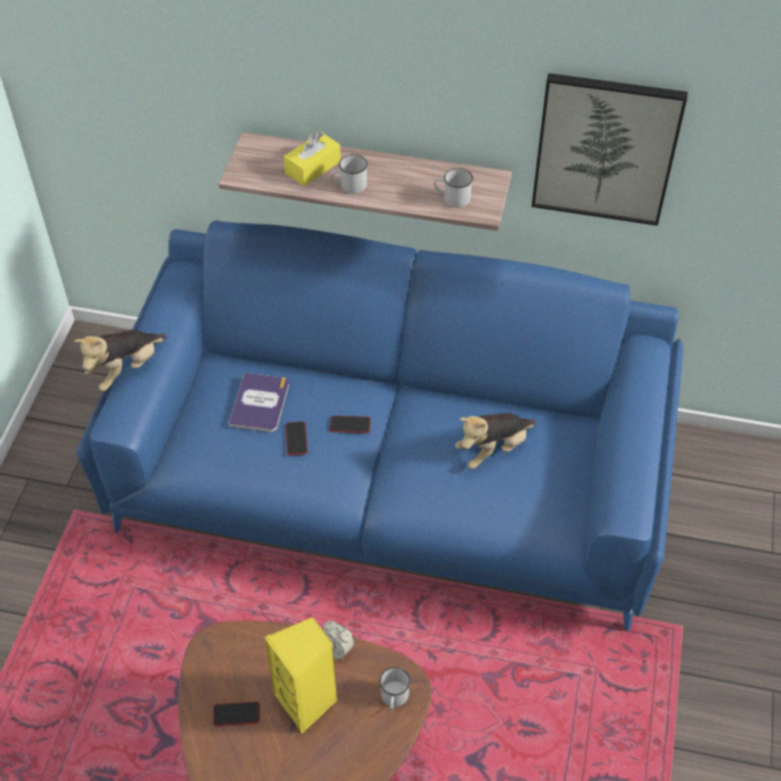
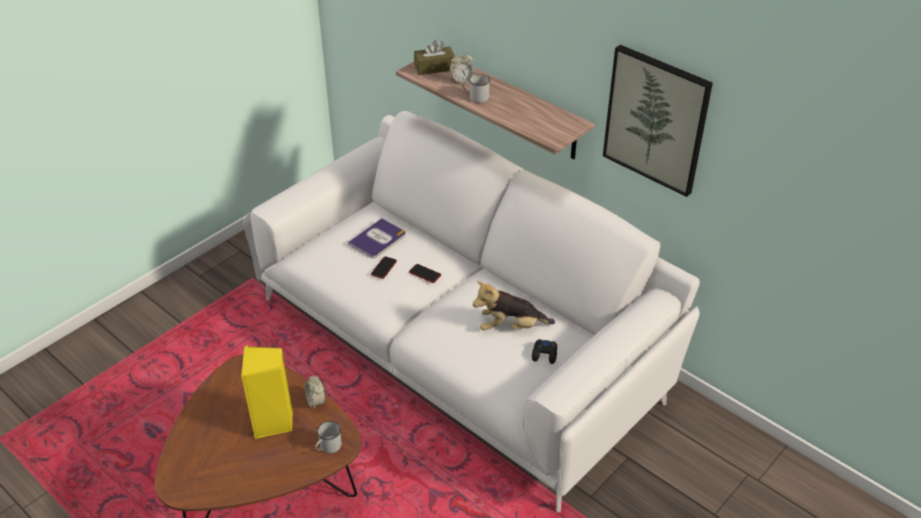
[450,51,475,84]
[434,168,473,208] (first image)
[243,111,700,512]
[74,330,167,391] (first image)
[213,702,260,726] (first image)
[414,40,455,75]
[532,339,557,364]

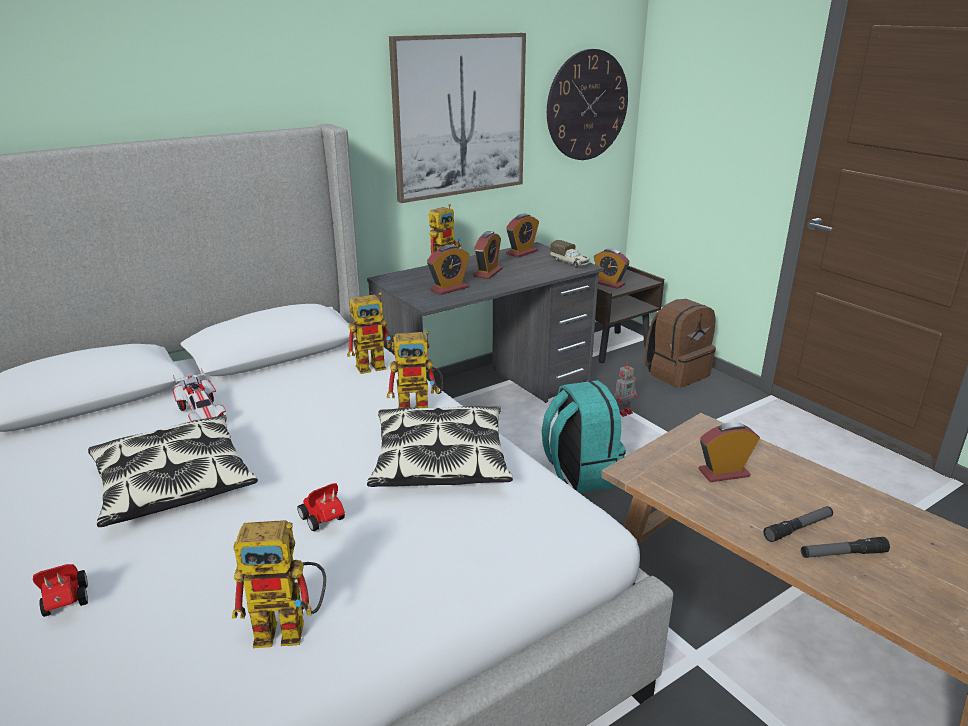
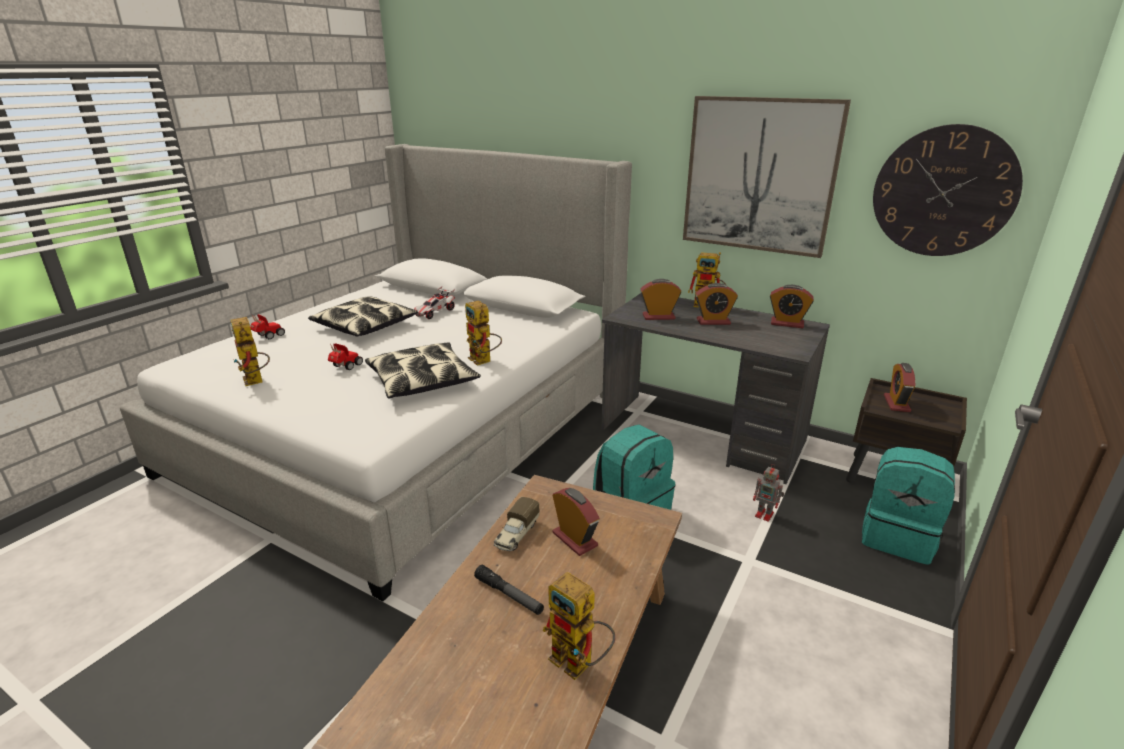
[494,497,539,551]
[640,279,681,320]
[542,572,615,680]
[862,447,955,565]
[801,537,890,558] (first image)

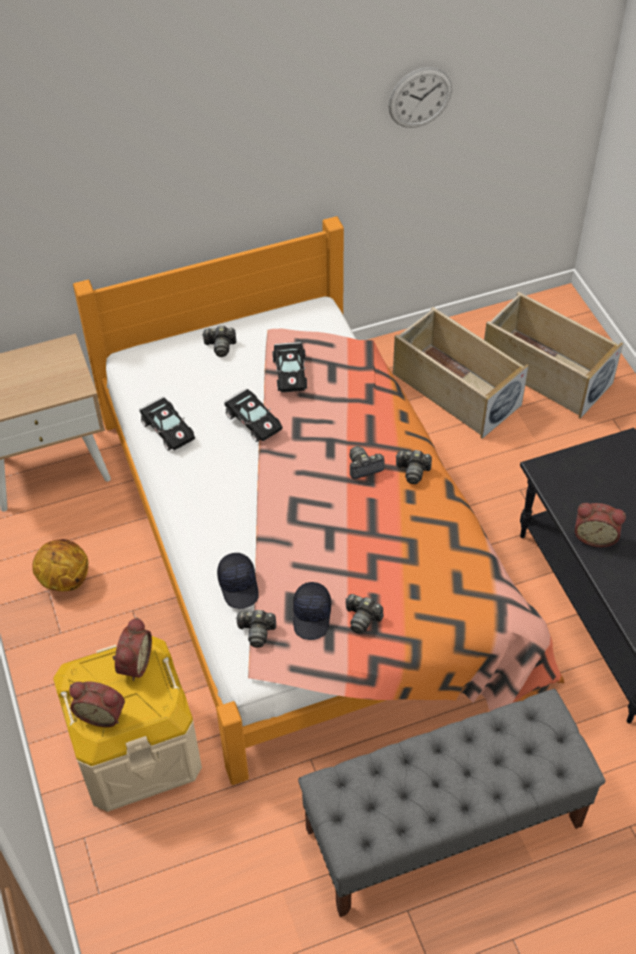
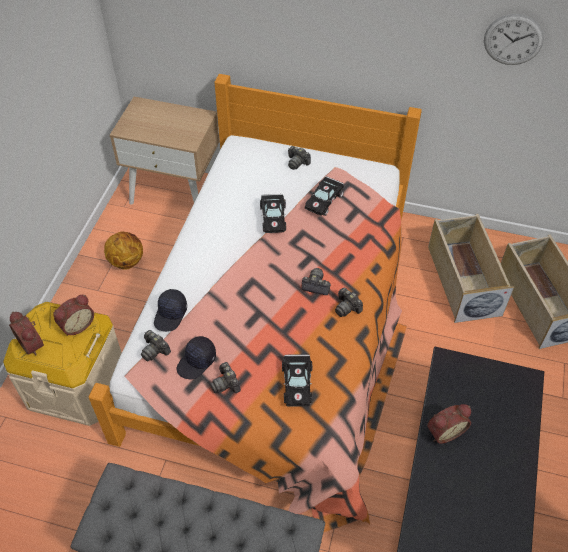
[282,354,312,406]
[427,404,471,444]

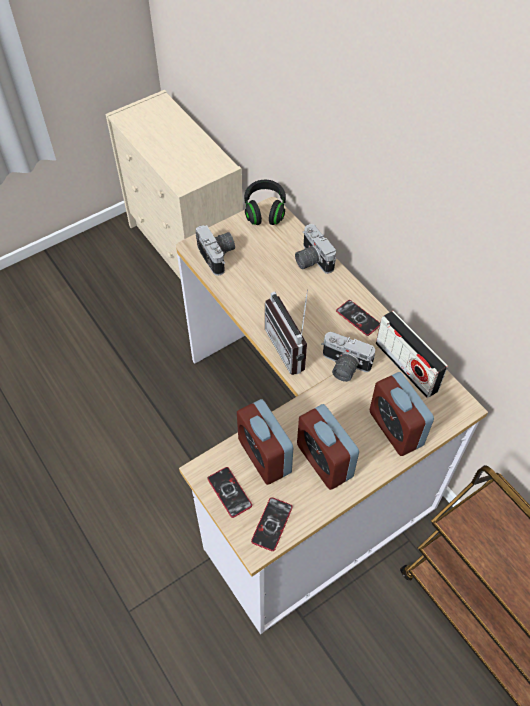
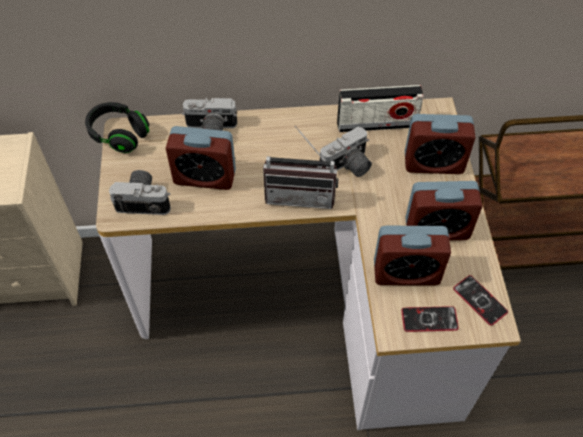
[336,300,380,336] (first image)
[166,126,236,190]

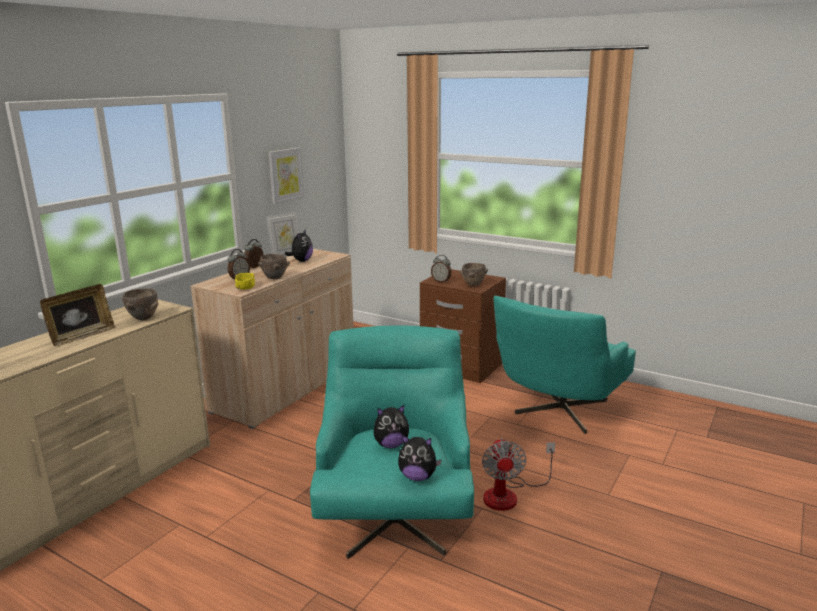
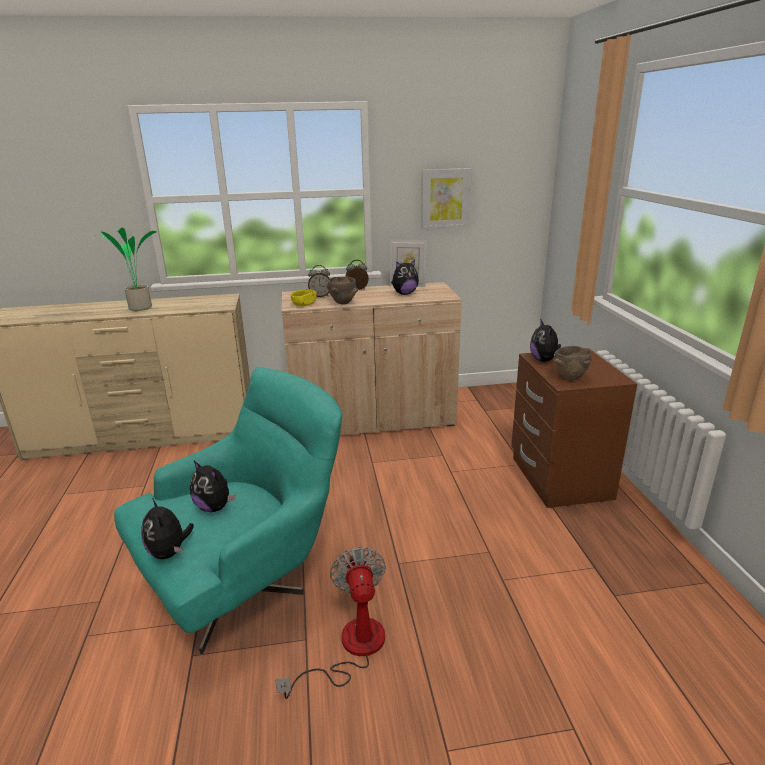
[530,320,561,362]
[95,228,157,311]
[122,288,158,320] (first image)
[493,296,636,434] (first image)
[275,547,386,699]

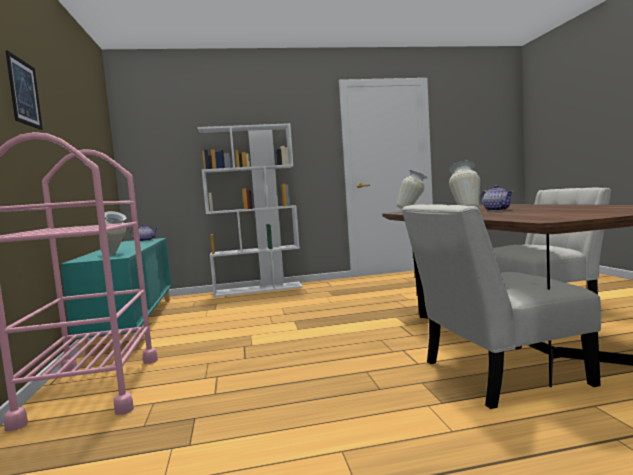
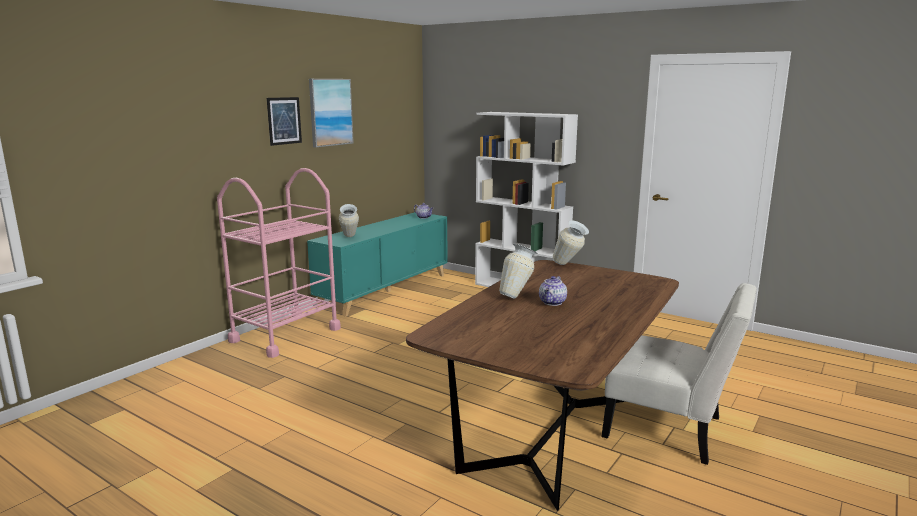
[402,204,601,409] (first image)
[309,79,354,147]

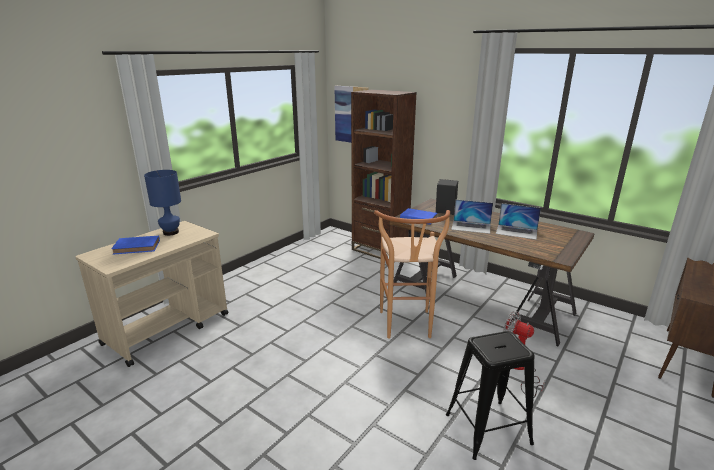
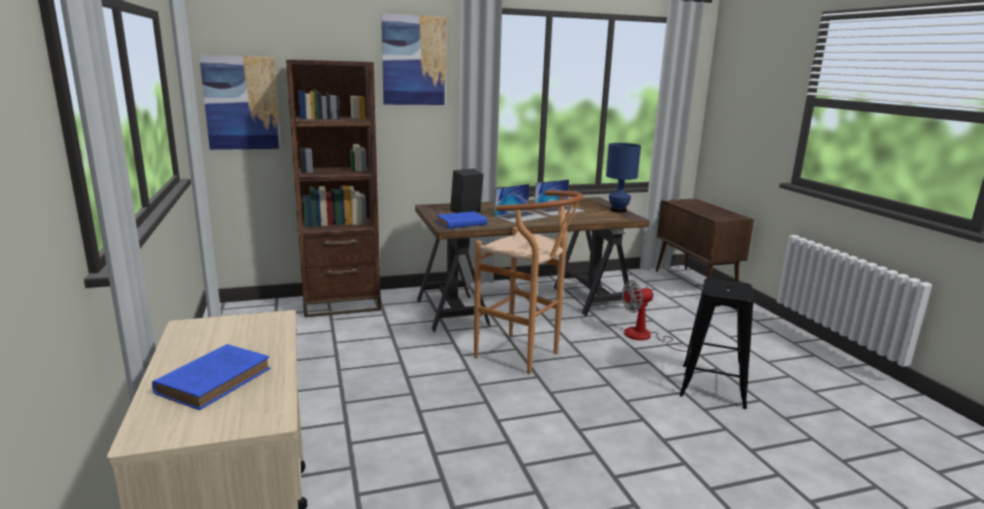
[606,143,641,213]
[381,14,446,105]

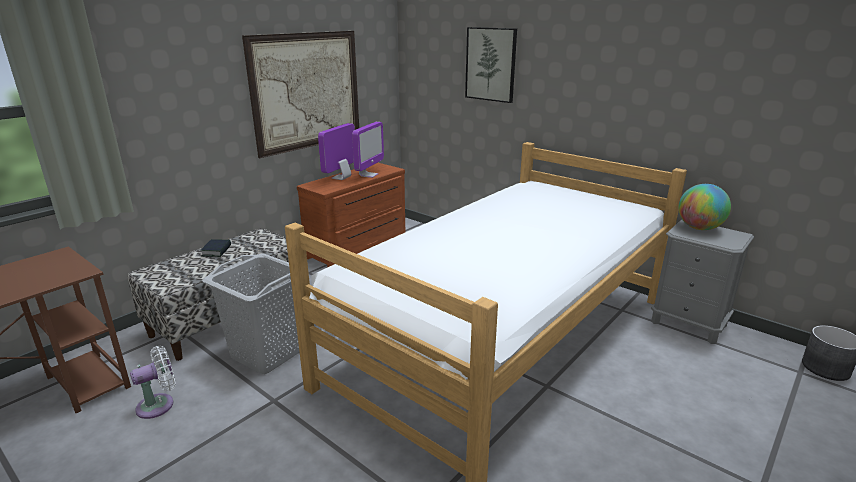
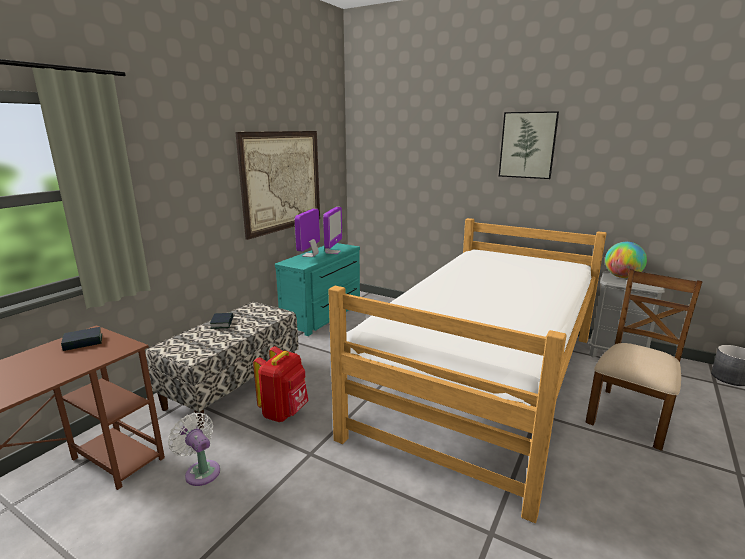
[499,111,559,179]
[275,243,360,336]
[253,346,308,422]
[168,413,220,486]
[585,269,703,451]
[61,327,102,351]

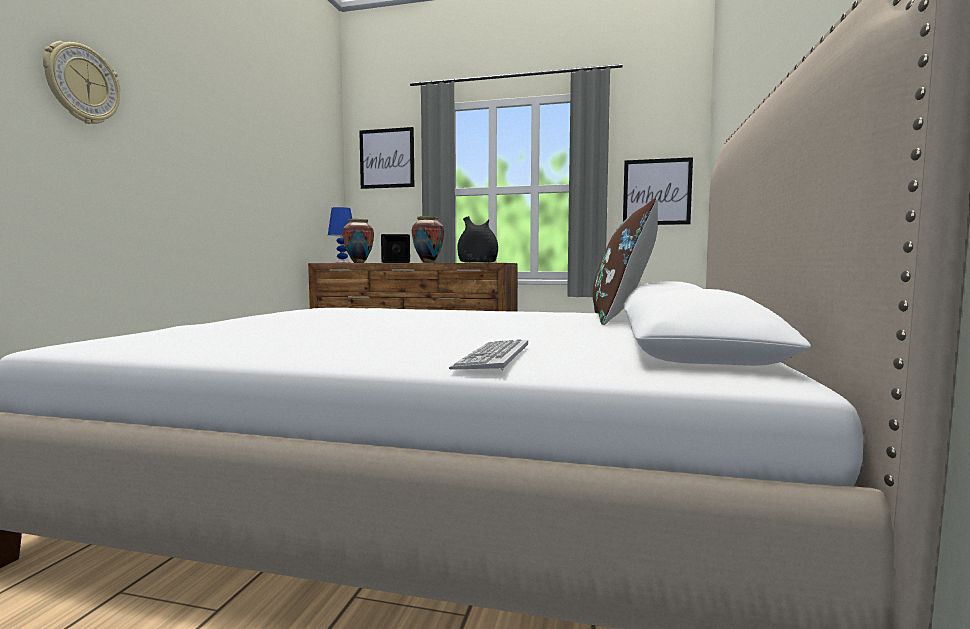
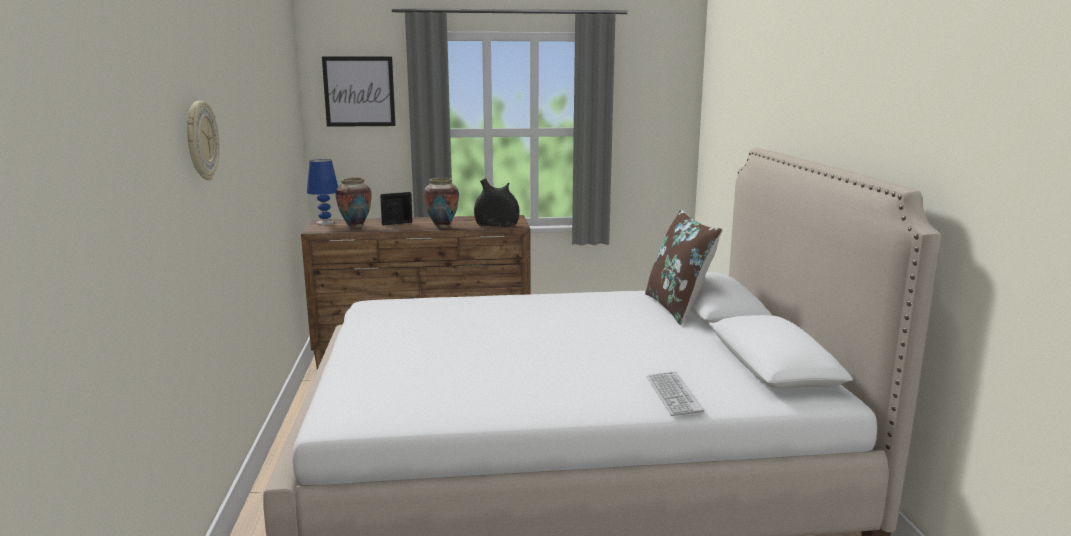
[623,157,693,225] (first image)

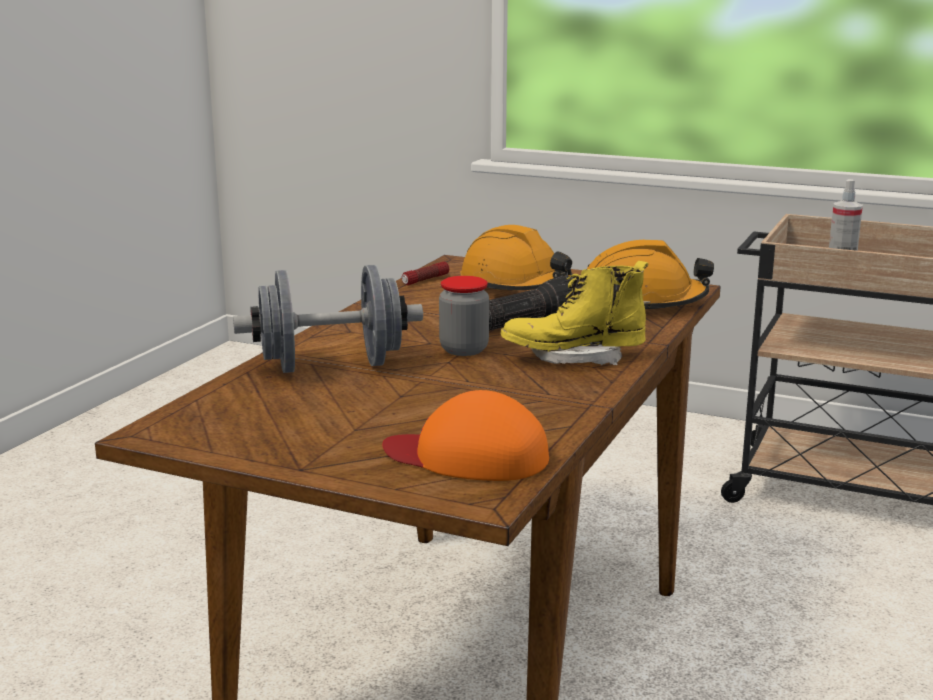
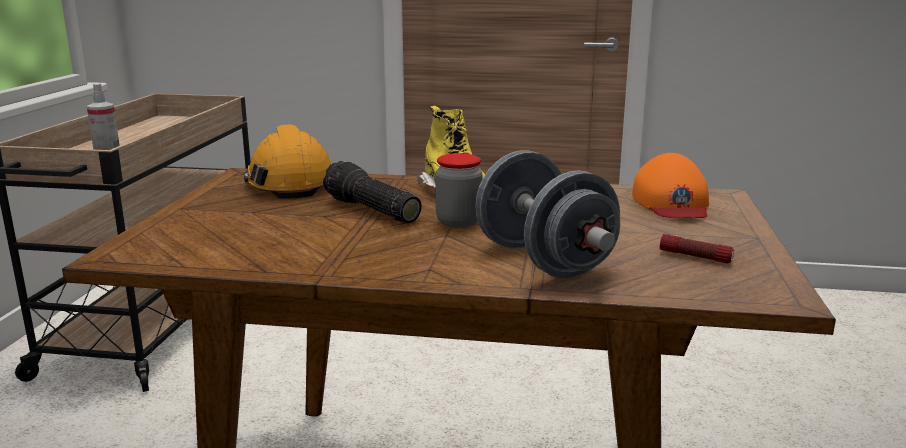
[460,225,573,290] (first image)
[660,234,734,263]

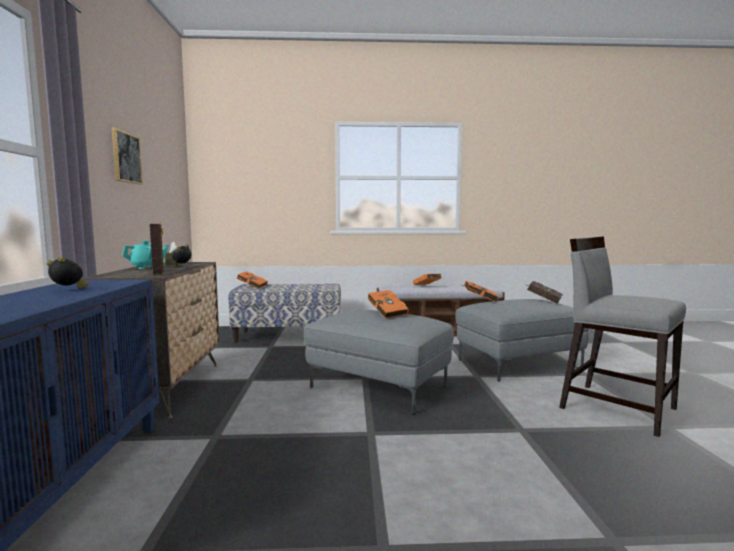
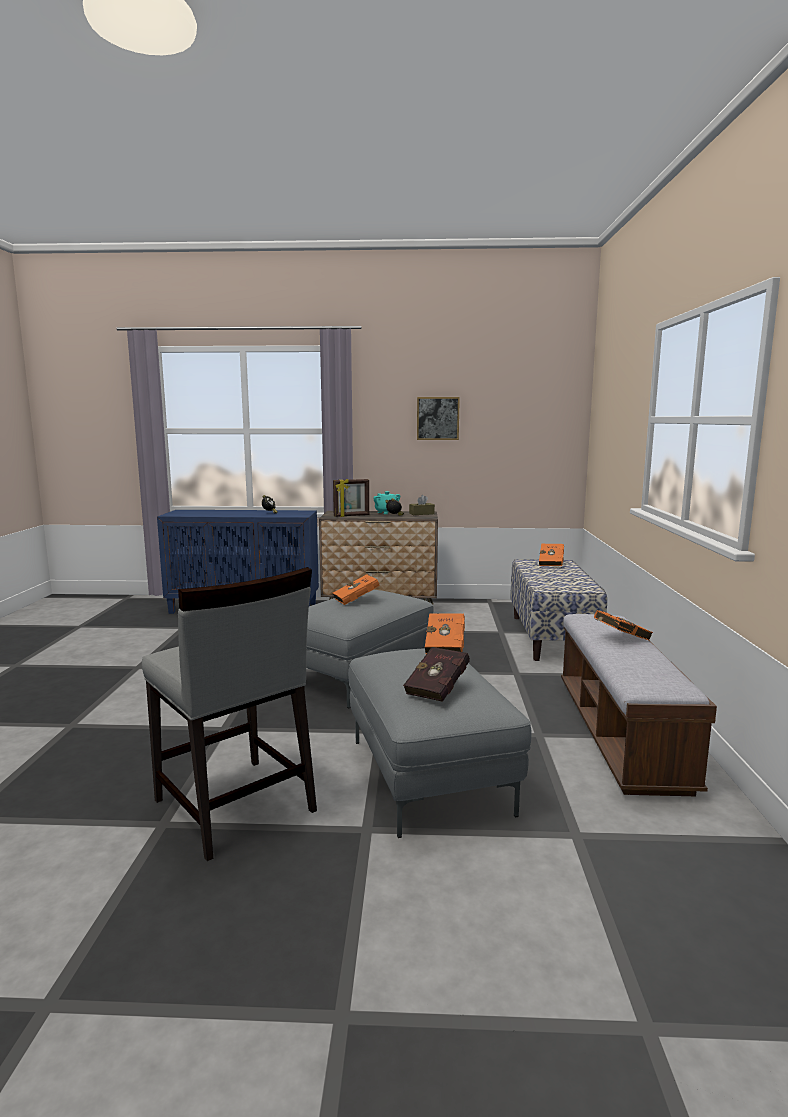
[142,567,317,861]

